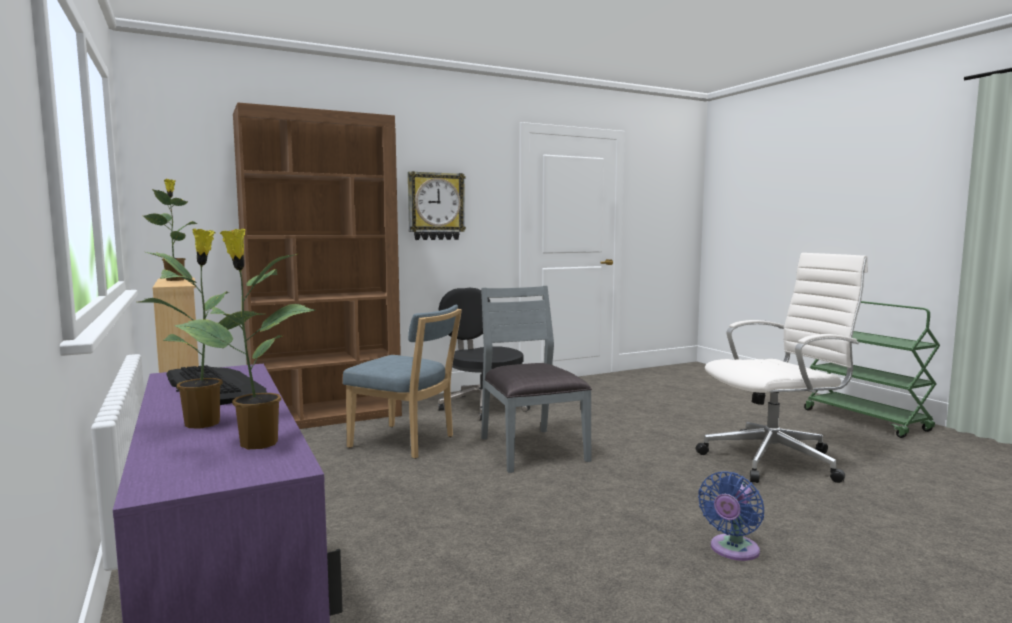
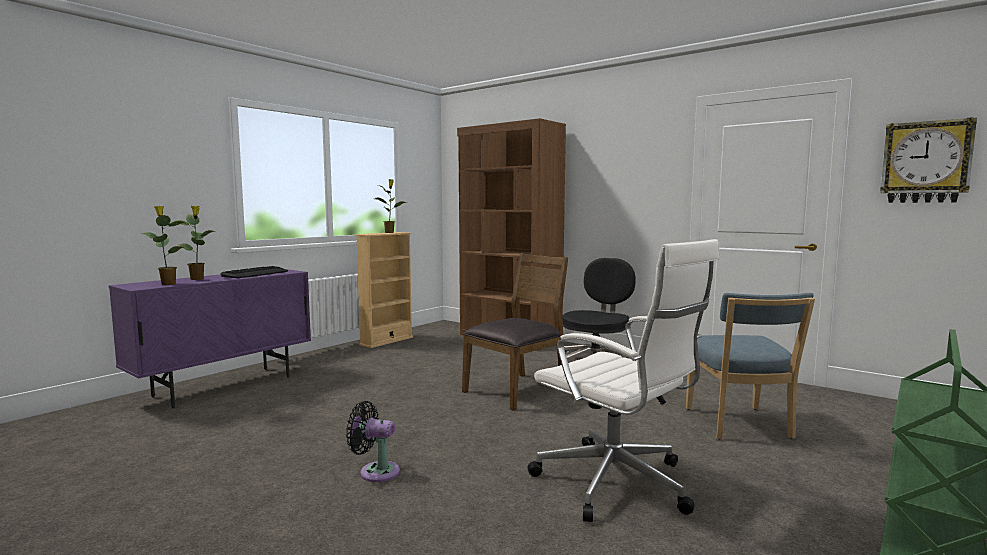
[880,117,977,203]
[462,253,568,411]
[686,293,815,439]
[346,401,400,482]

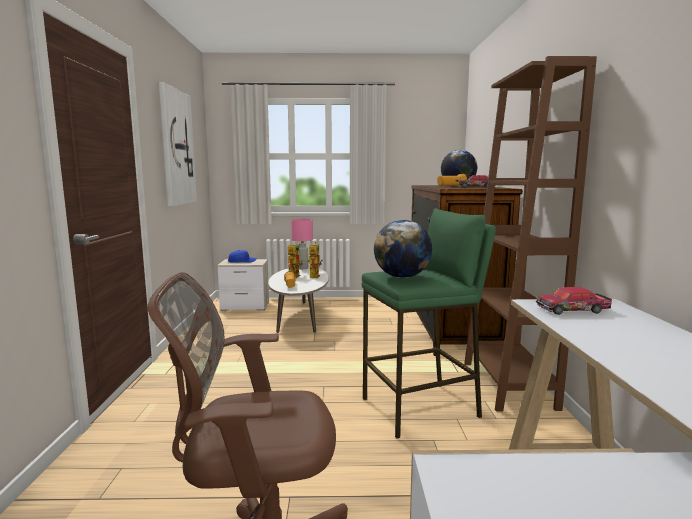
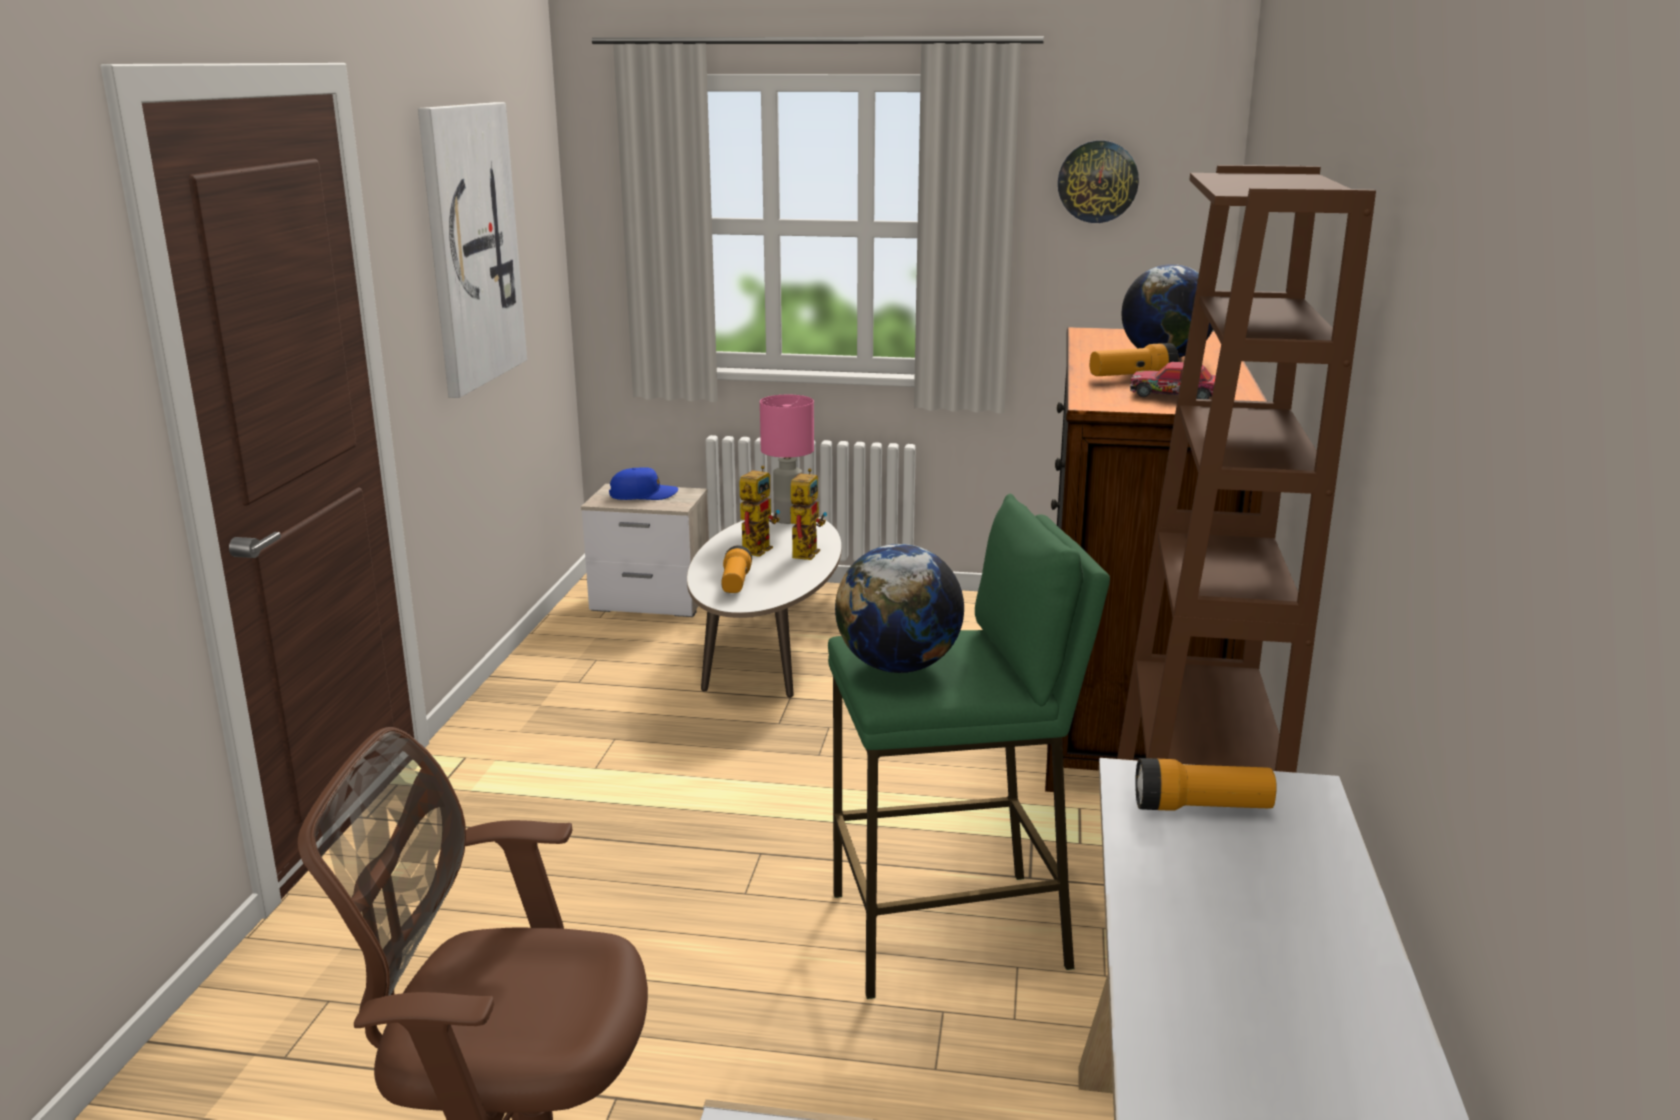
[1135,758,1277,811]
[1058,140,1139,223]

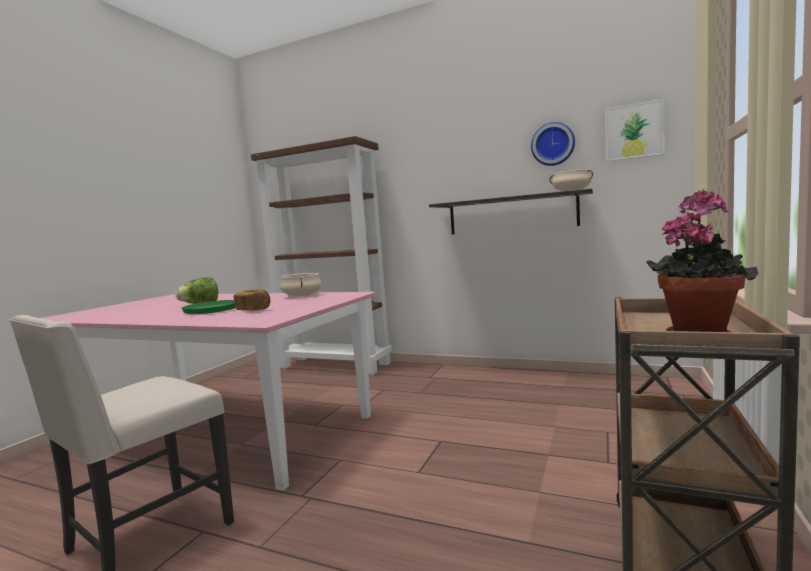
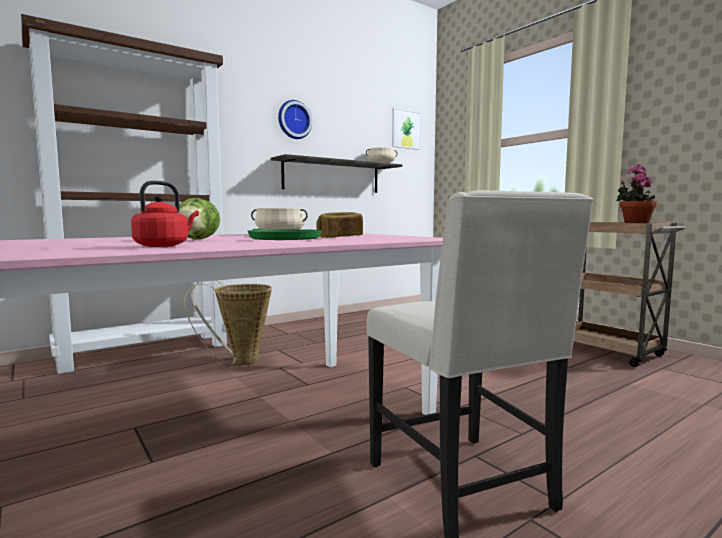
[278,100,312,139]
[131,181,199,247]
[184,280,272,365]

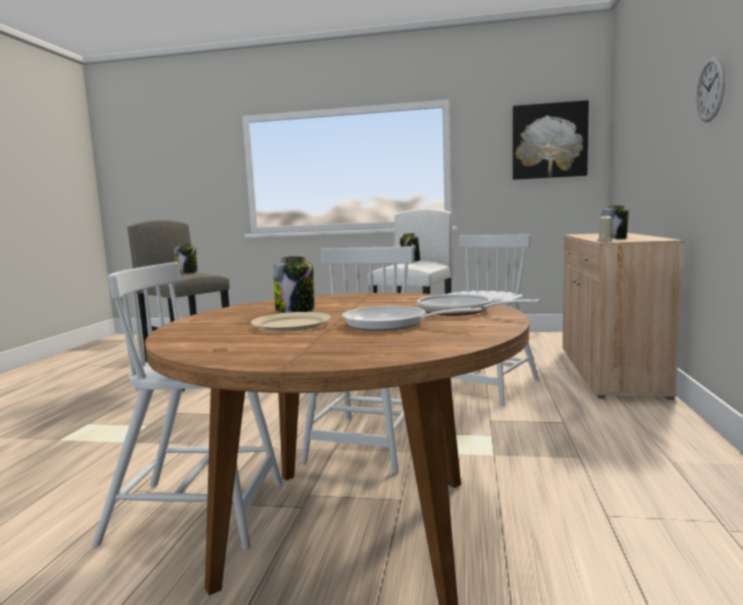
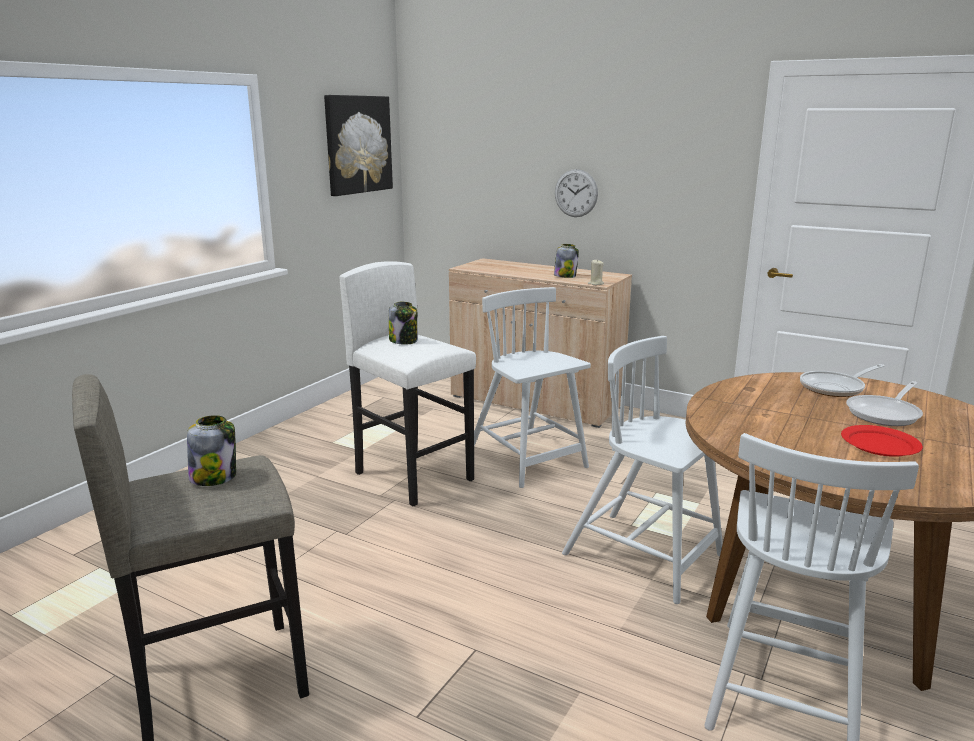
[555,169,598,217]
[274,256,315,313] (first image)
[841,425,923,457]

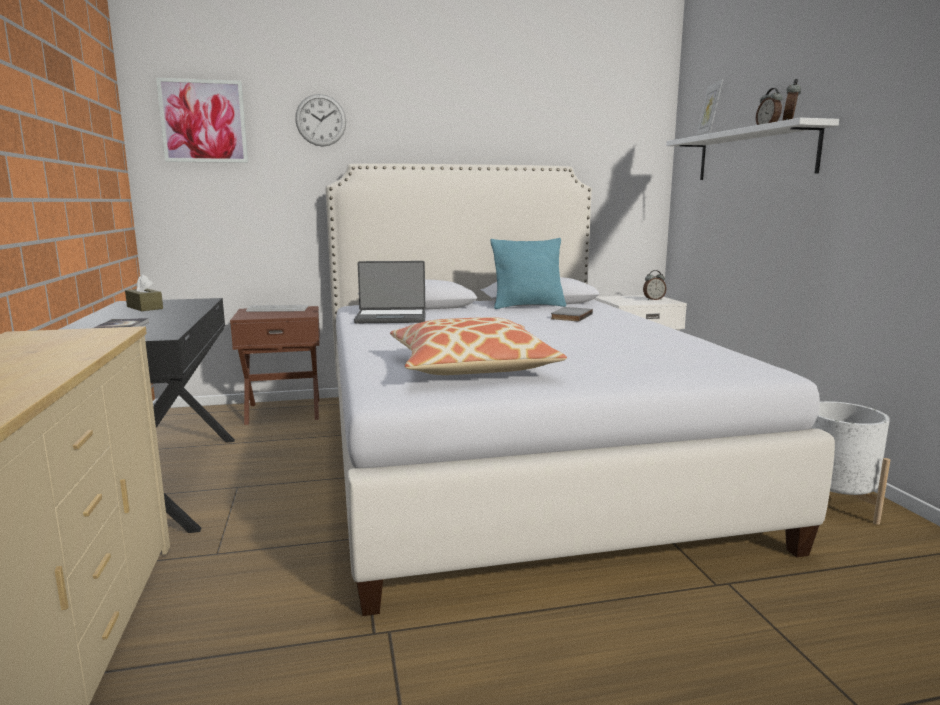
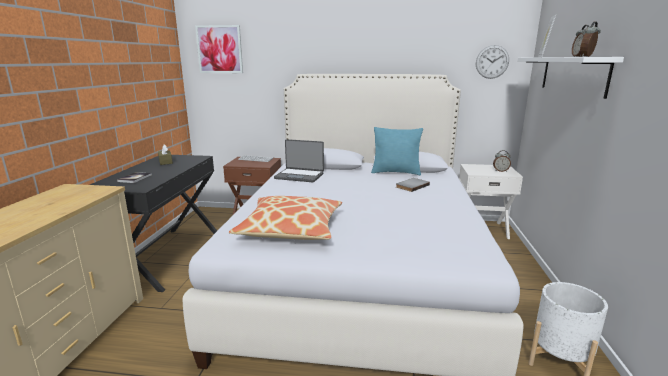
[476,45,509,79]

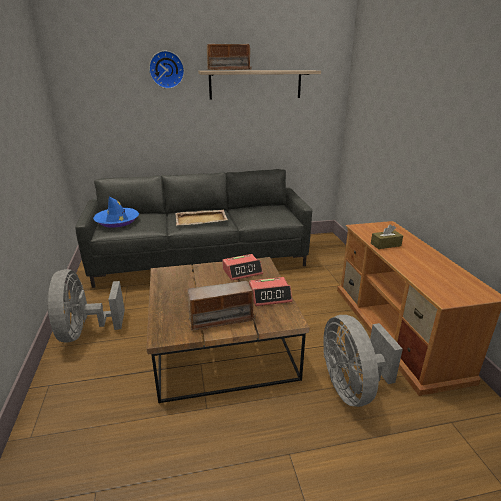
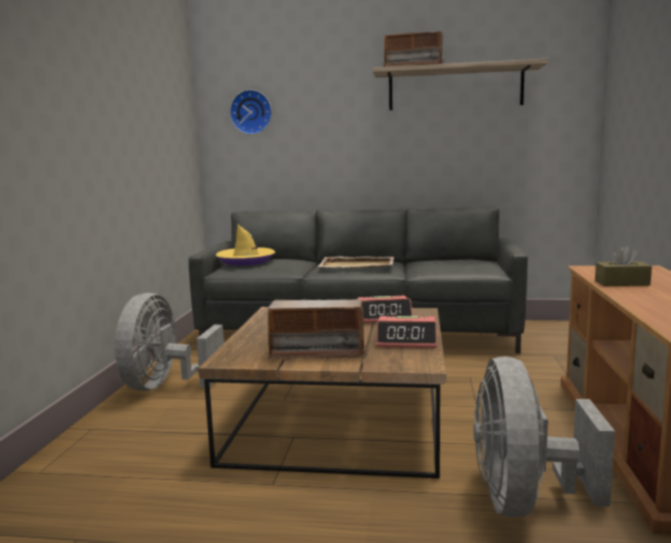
[230,90,272,135]
[216,225,275,266]

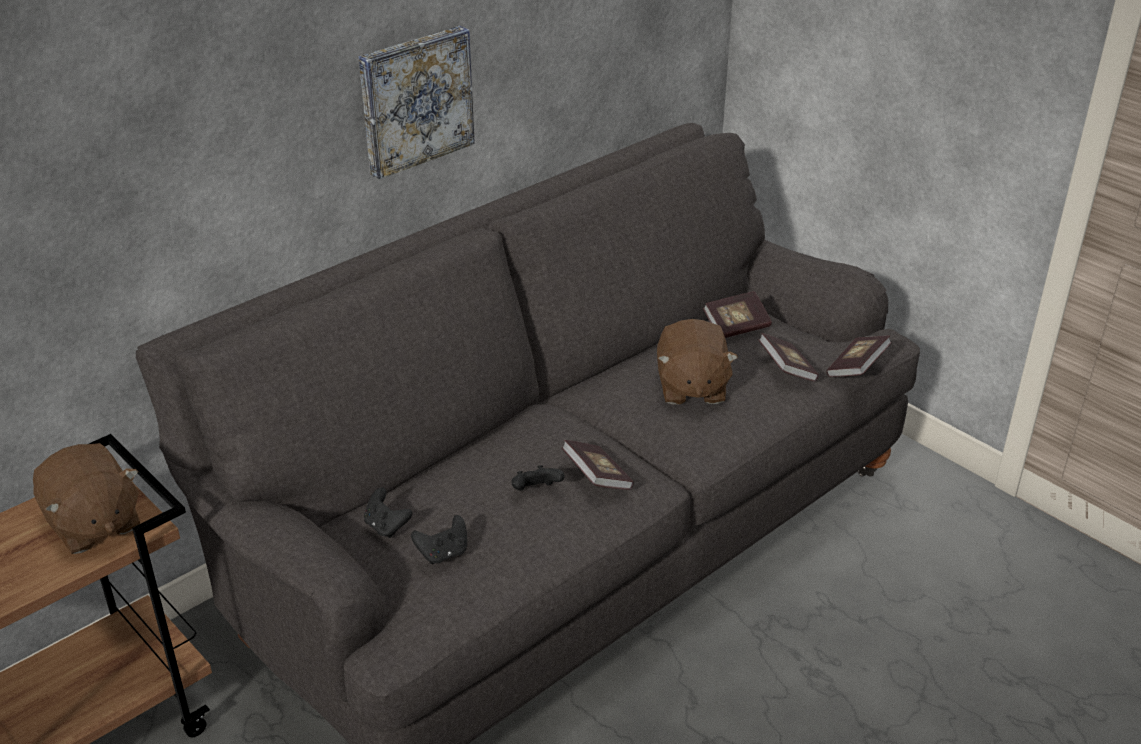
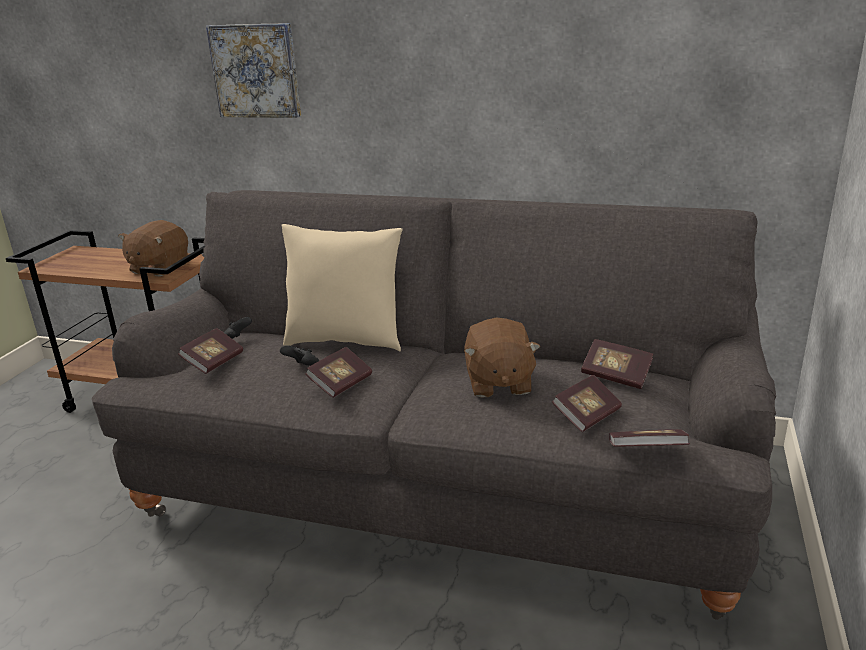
[206,23,301,118]
[464,318,541,398]
[178,328,243,374]
[281,224,403,351]

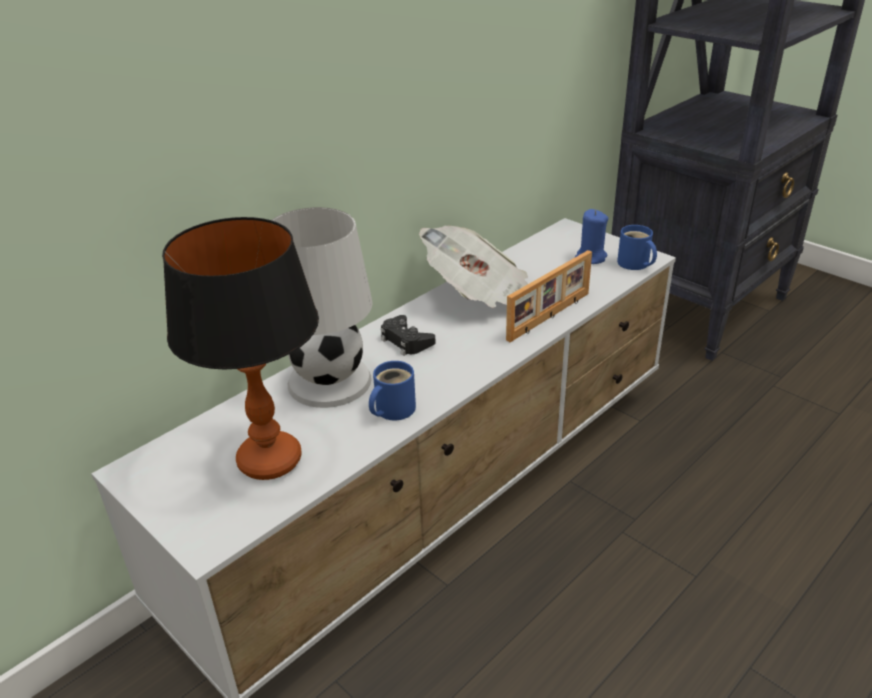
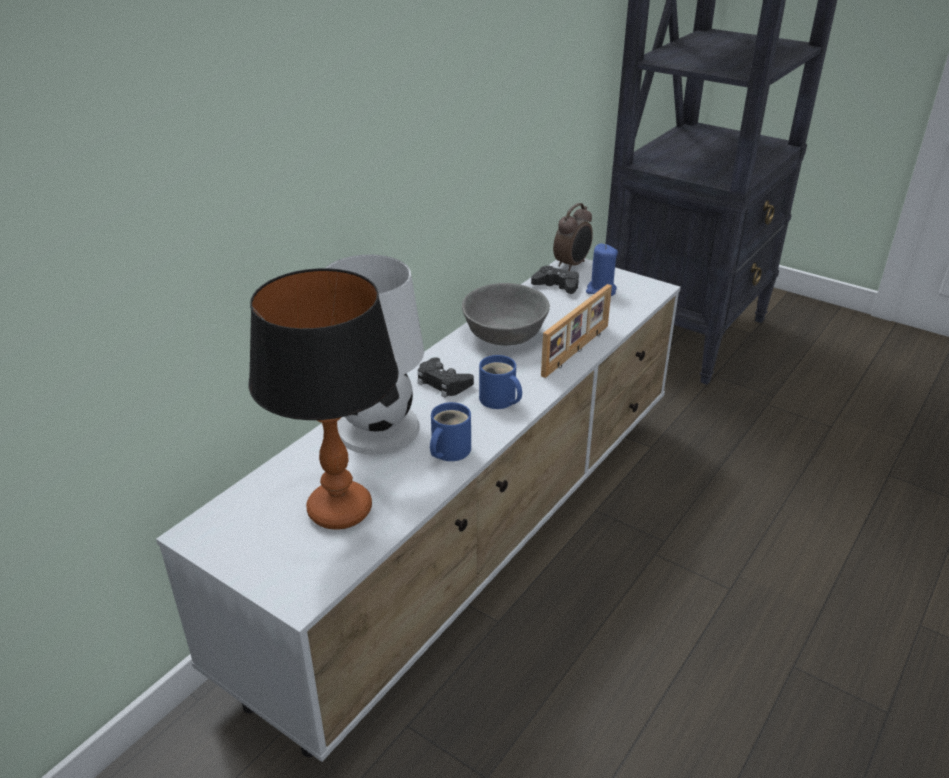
[479,355,522,409]
[462,283,550,345]
[553,203,593,271]
[531,265,579,294]

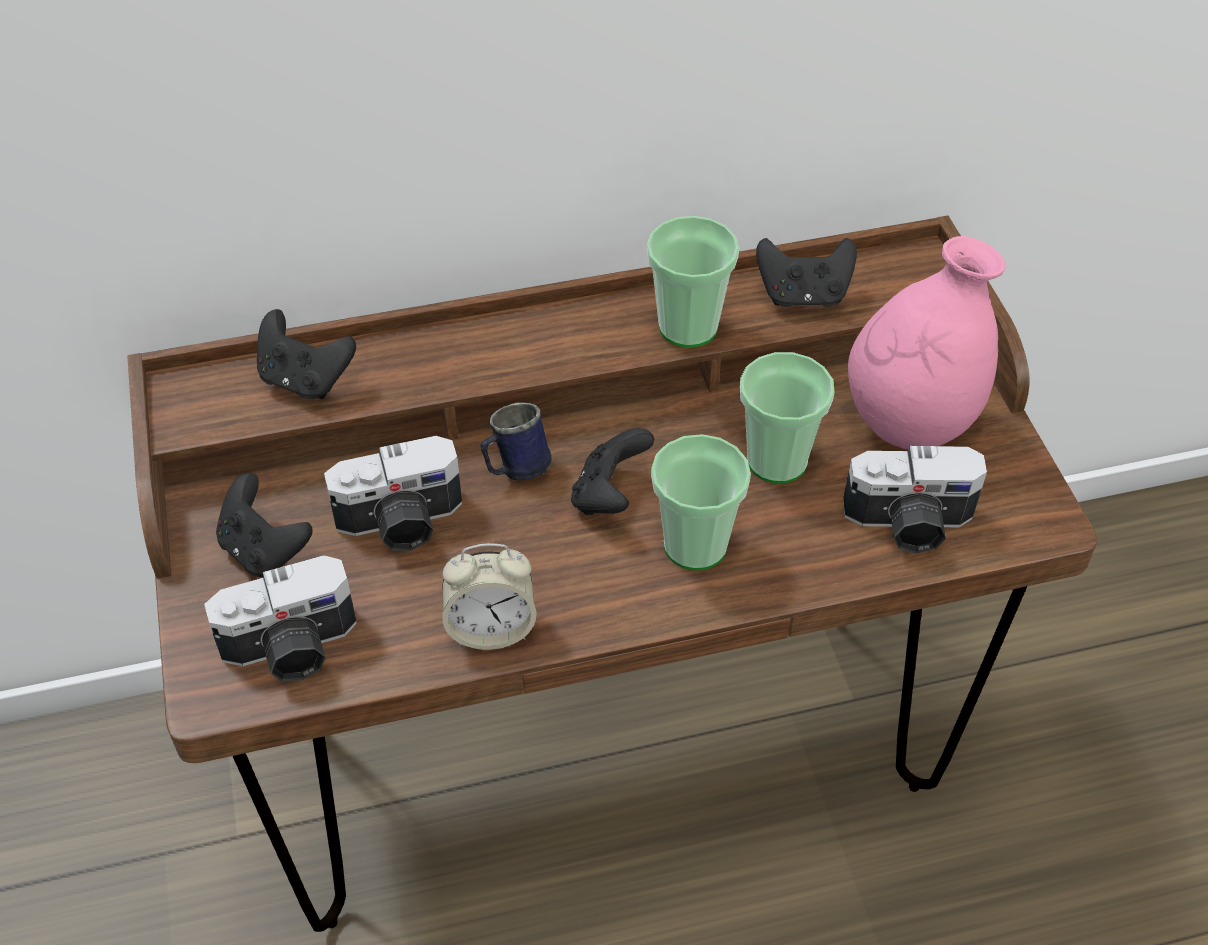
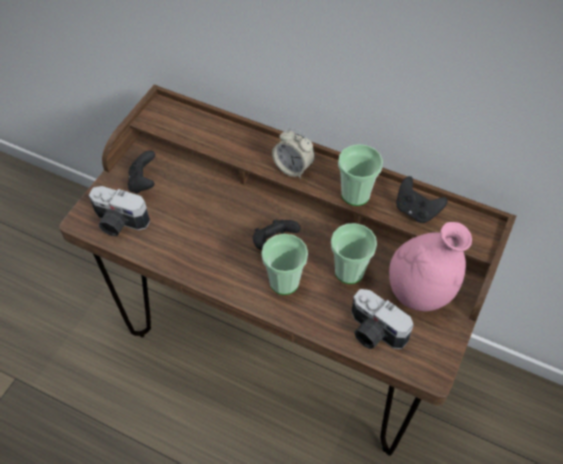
[257,309,356,399] (first image)
[480,402,551,480] (first image)
[324,436,462,551] (first image)
[272,128,315,179]

